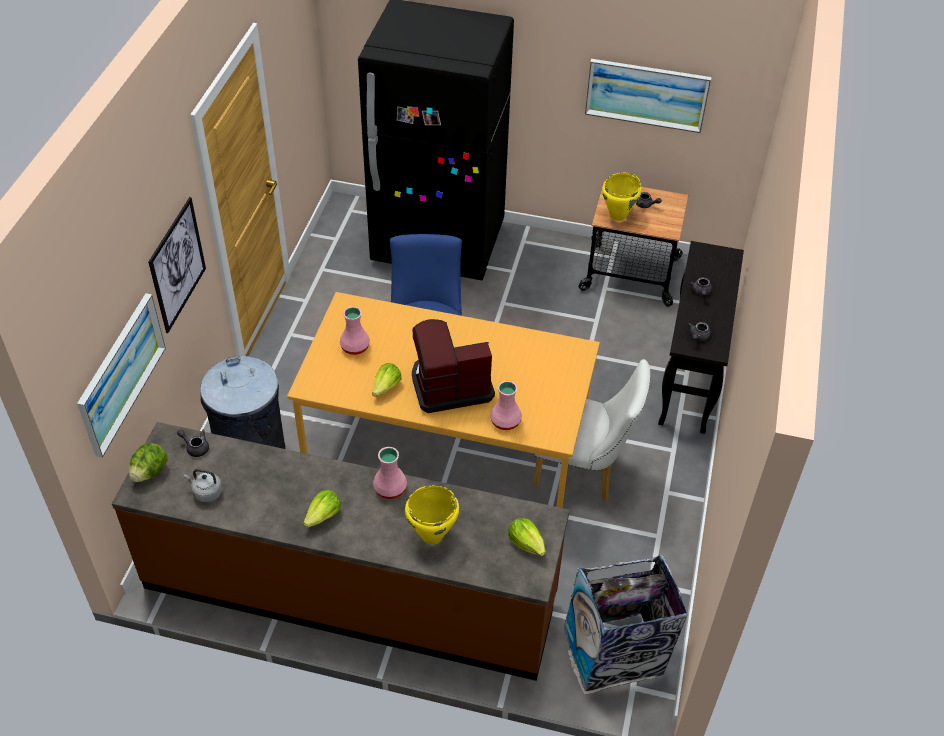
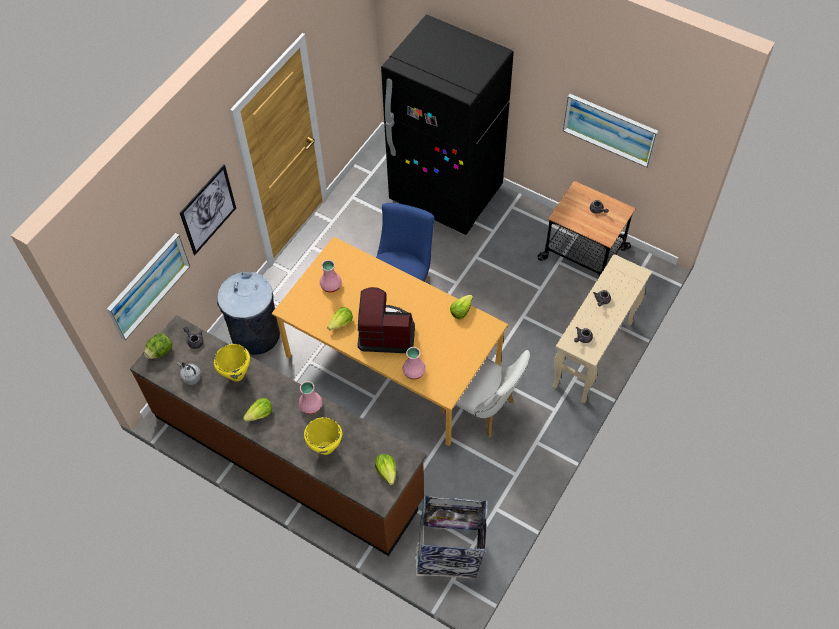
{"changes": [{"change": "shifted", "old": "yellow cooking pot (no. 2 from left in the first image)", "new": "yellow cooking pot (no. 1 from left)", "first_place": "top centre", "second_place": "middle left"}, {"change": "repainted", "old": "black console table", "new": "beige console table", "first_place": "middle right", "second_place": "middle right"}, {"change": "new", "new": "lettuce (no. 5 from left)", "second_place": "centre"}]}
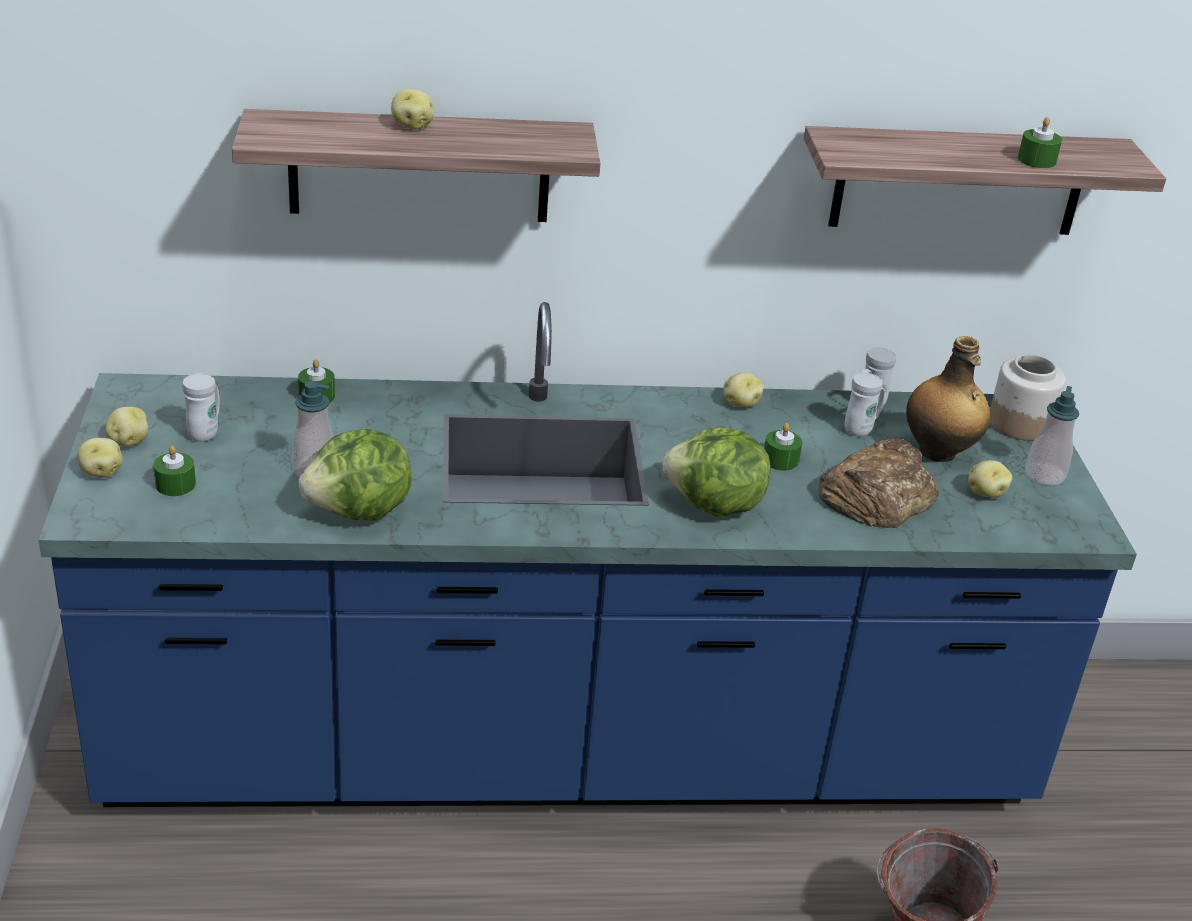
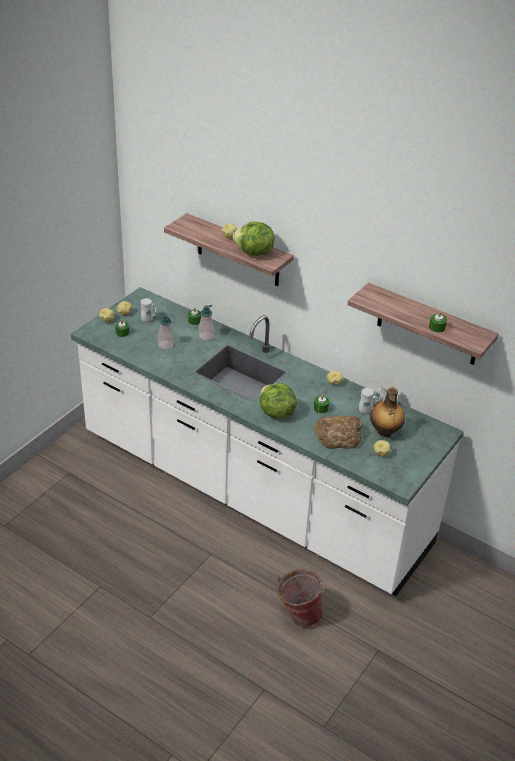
{"changes": [{"change": "repainted", "old": "blue counter", "new": "white counter", "first_place": "centre", "second_place": "centre"}, {"change": "gone", "old": "jar", "first_place": "middle right"}, {"change": "shifted", "old": "soap dispenser (no. 2 from left)", "first_place": "middle right", "second_place": "centre"}, {"change": "shifted", "old": "lettuce (no. 1 from left)", "first_place": "middle left", "second_place": "top centre"}]}
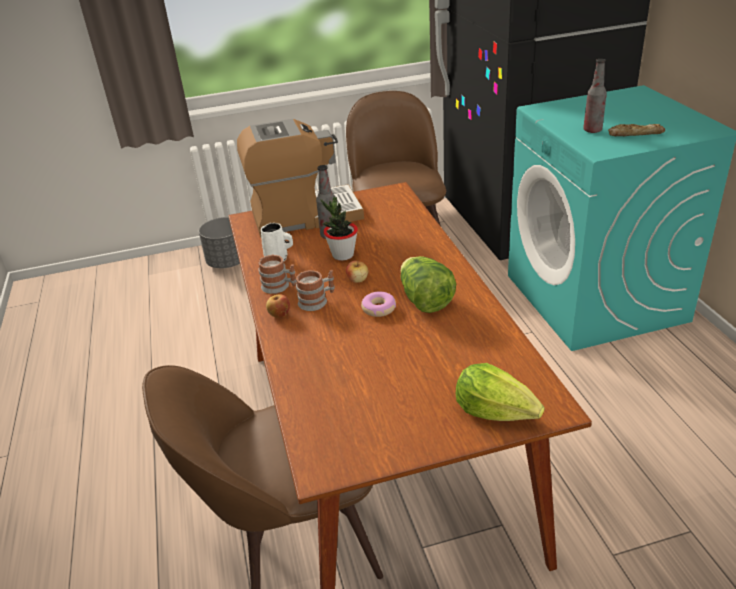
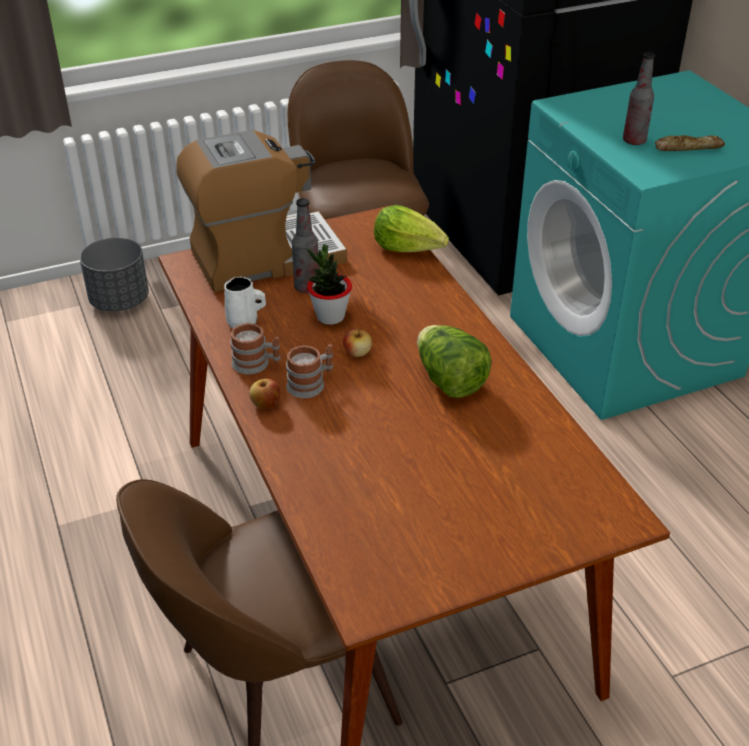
{"changes": [{"change": "gone", "old": "donut", "first_place": "centre"}, {"change": "shifted", "old": "lettuce (no. 2 from left in the first image)", "new": "lettuce (no. 1 from left)", "first_place": "middle right", "second_place": "top centre"}]}
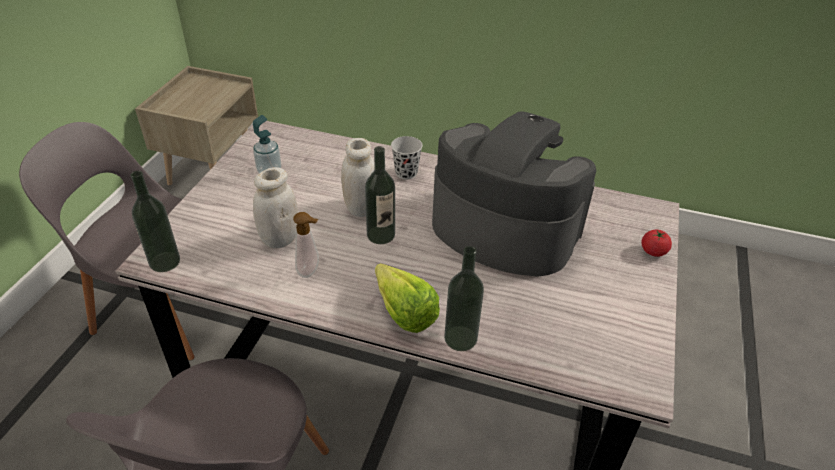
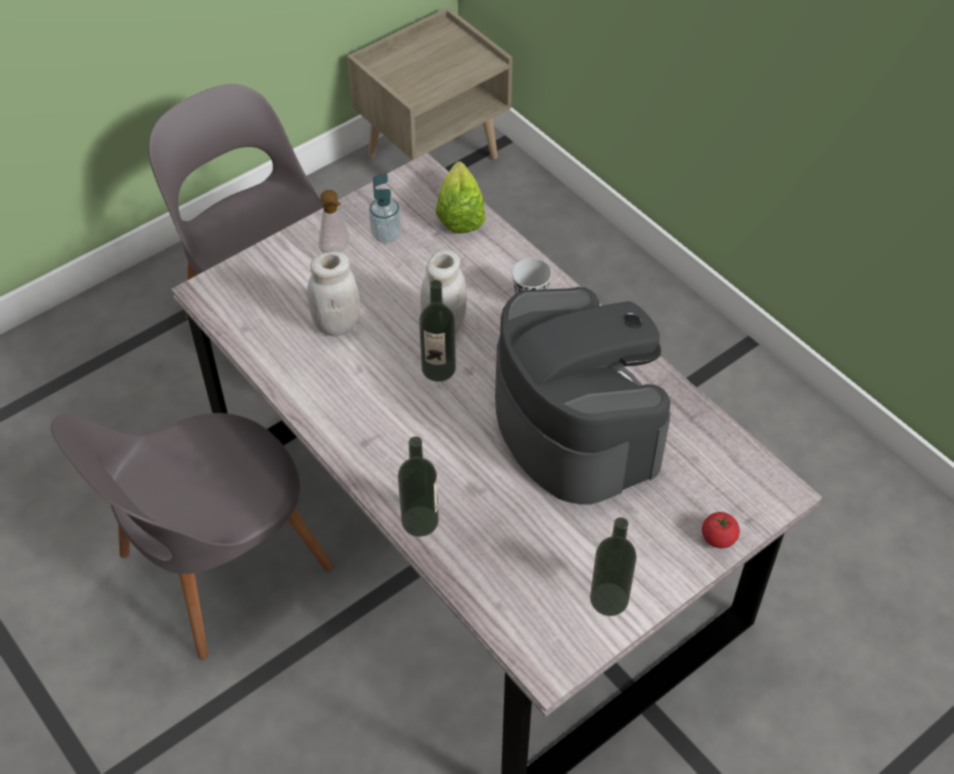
{"changes": [{"change": "shifted", "old": "bottle (no. 1 from left in the first image)", "new": "bottle (no. 3 from left)", "first_place": "middle left", "second_place": "bottom centre"}, {"change": "shifted", "old": "soap dispenser (no. 2 from left in the first image)", "new": "soap dispenser (no. 1 from left)", "first_place": "centre", "second_place": "top centre"}, {"change": "shifted", "old": "lettuce", "first_place": "centre", "second_place": "top centre"}]}
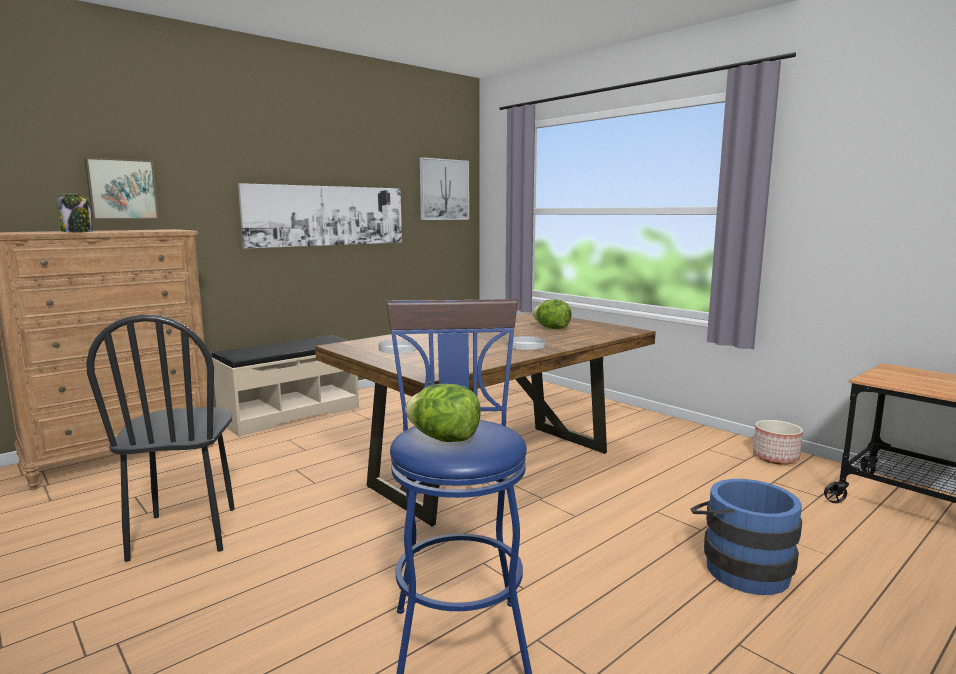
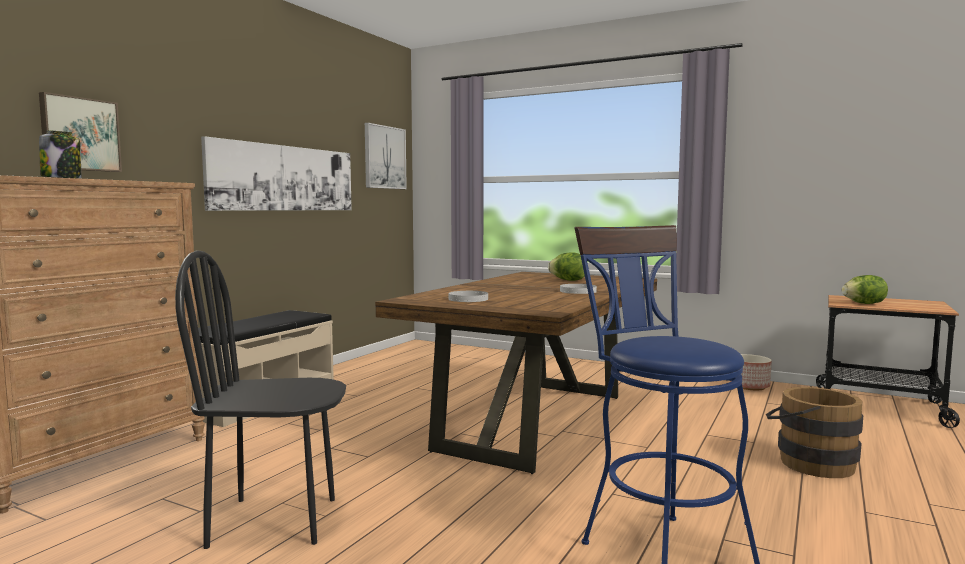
{"changes": [{"change": "rotated", "old": "black chair", "first_place": "middle left", "second_place": "bottom left", "degrees": 120}, {"change": "shifted", "old": "lettuce (no. 1 from left in the first image)", "new": "lettuce (no. 2 from left)", "first_place": "centre", "second_place": "middle right"}, {"change": "repainted", "old": "blue bucket", "new": "brown bucket", "first_place": "bottom right", "second_place": "bottom right"}]}
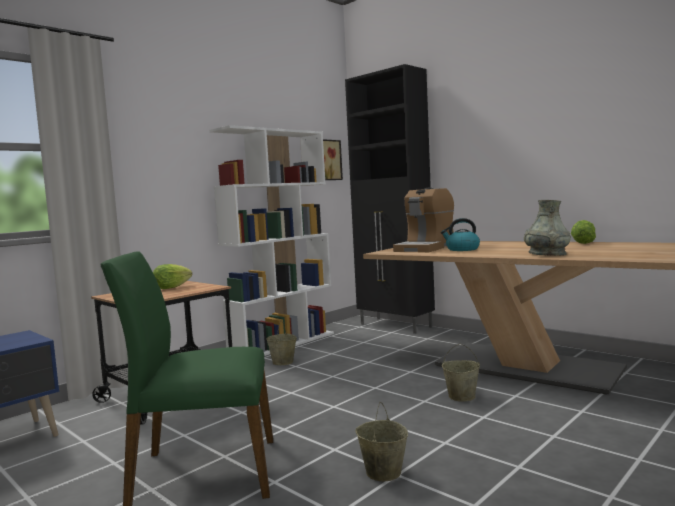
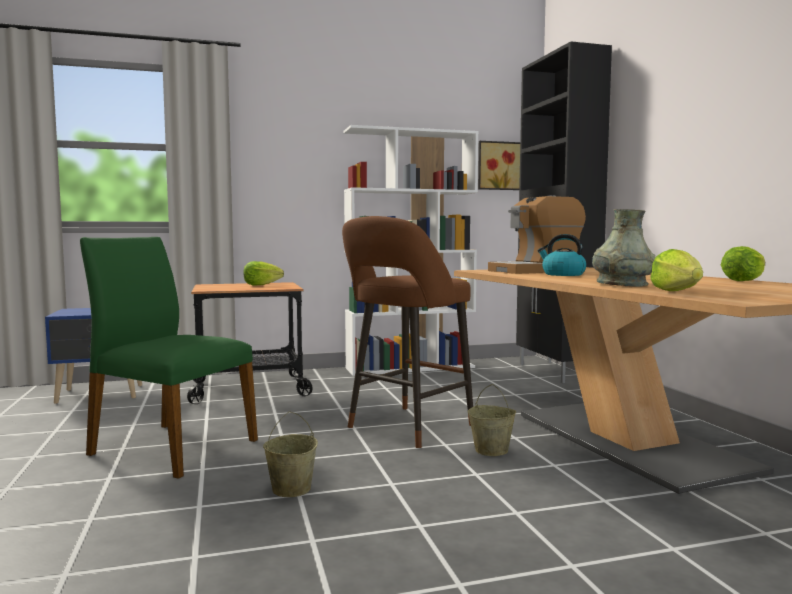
{"changes": [{"change": "gone", "old": "beige bucket (no. 1 from left)", "first_place": "bottom centre"}, {"change": "new", "new": "brown stool", "second_place": "centre"}, {"change": "new", "new": "lettuce (no. 2 from left)", "second_place": "middle right"}]}
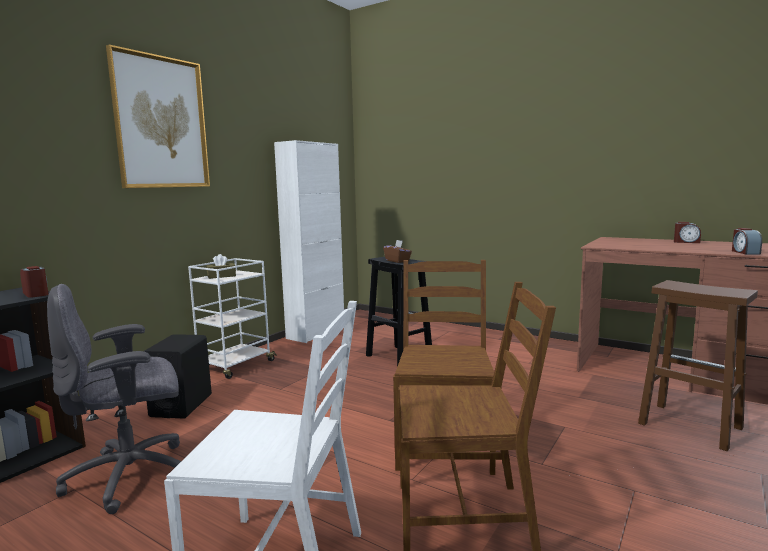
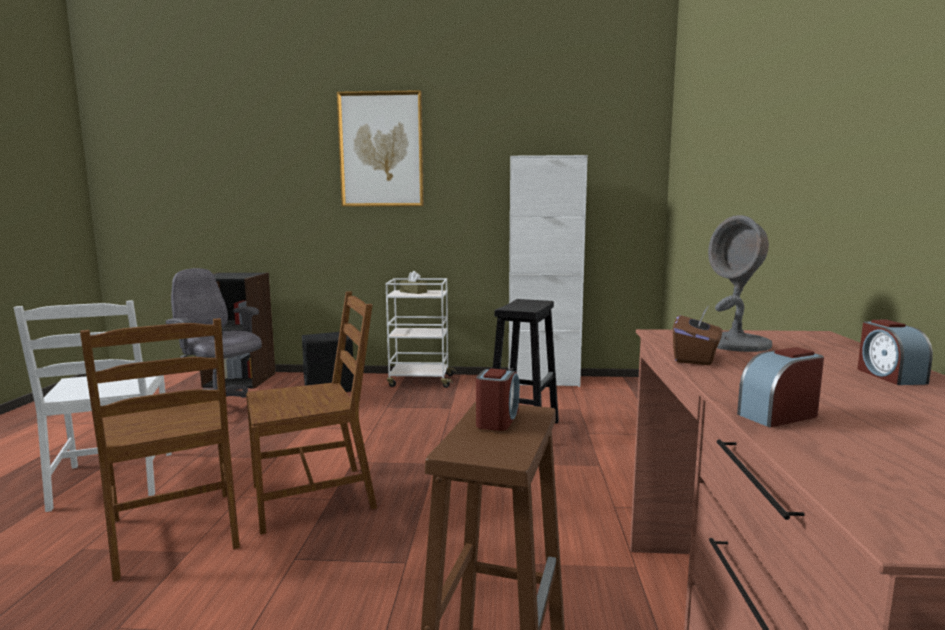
{"changes": [{"change": "shifted", "old": "brown tissue box (no. 2 from left)", "first_place": "centre", "second_place": "middle right"}, {"change": "shifted", "old": "alarm clock (no. 1 from left)", "first_place": "middle left", "second_place": "centre"}, {"change": "new", "new": "grey table lamp", "second_place": "middle right"}]}
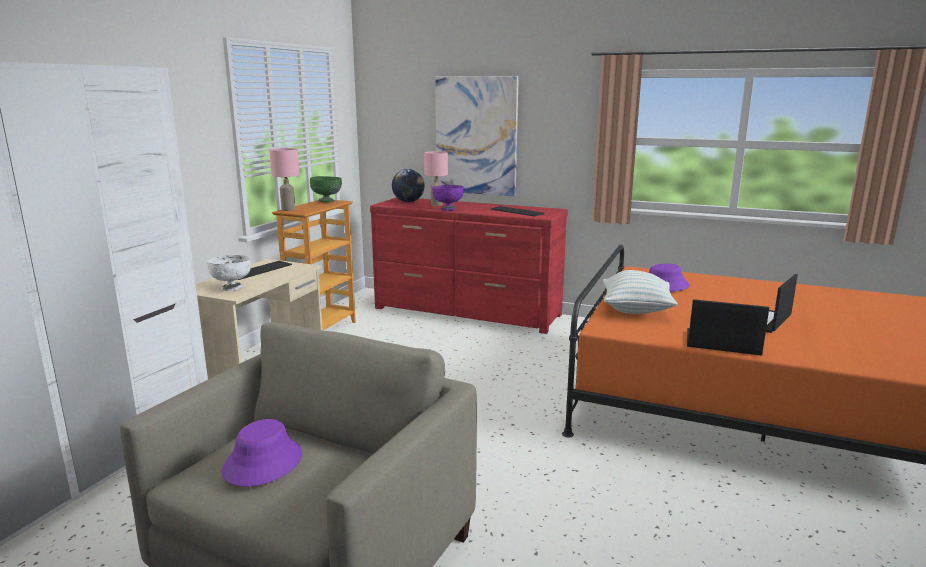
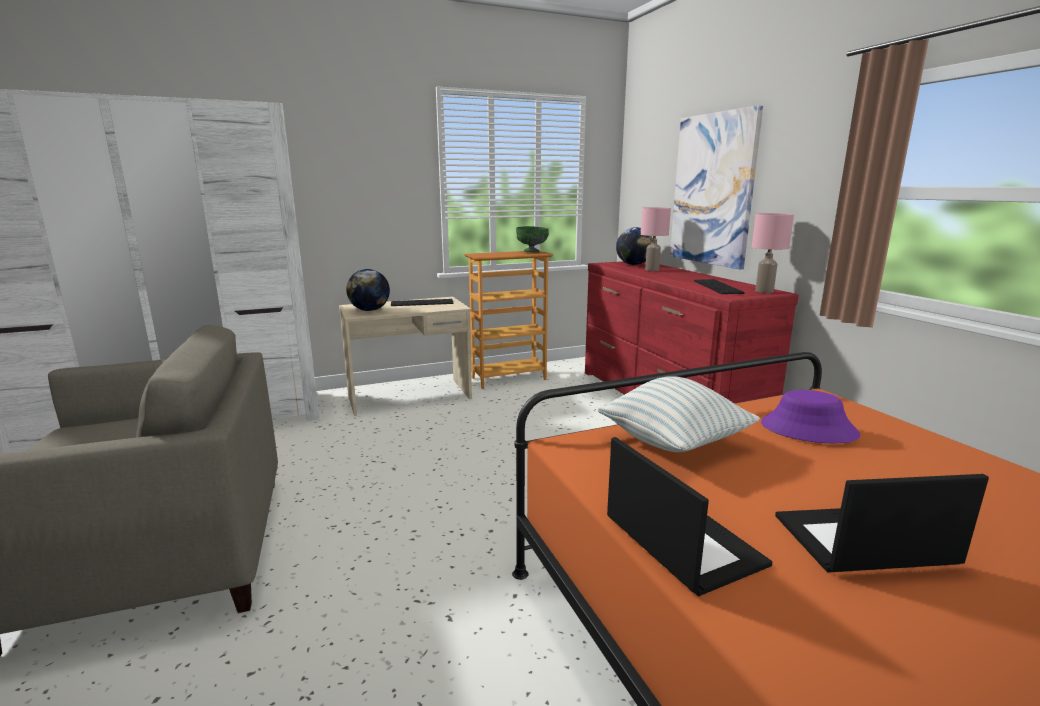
{"changes": [{"change": "shifted", "old": "pink table lamp (no. 1 from left in the first image)", "new": "pink table lamp (no. 2 from left)", "first_place": "top left", "second_place": "middle right"}, {"change": "gone", "old": "purple bowl", "first_place": "centre"}, {"change": "swapped", "old": "white bowl", "new": "globe (no. 1 from left)", "first_place": "middle left", "second_place": "centre"}, {"change": "gone", "old": "purple hat (no. 1 from left)", "first_place": "bottom left"}]}
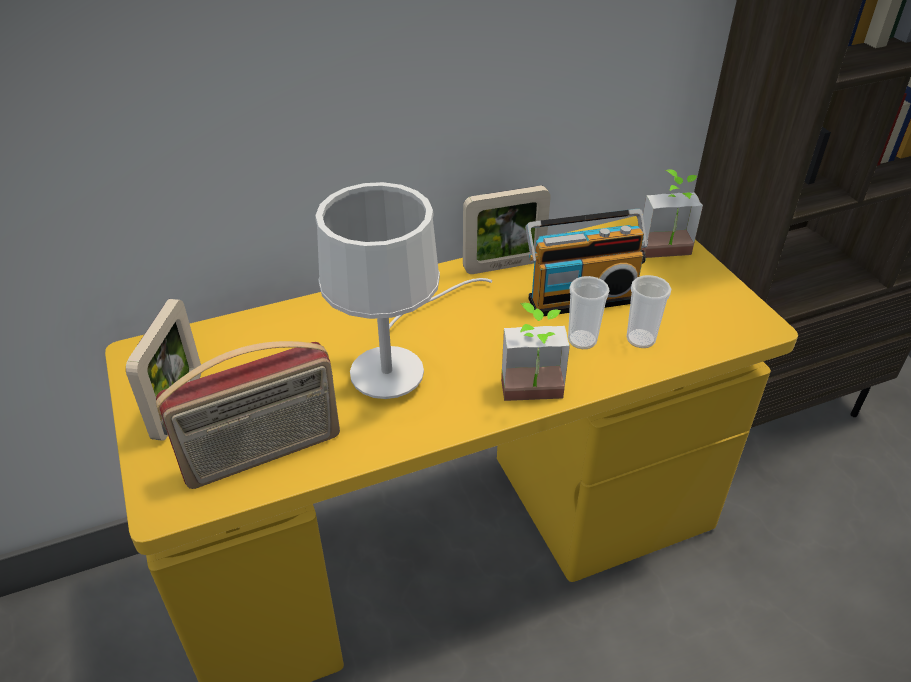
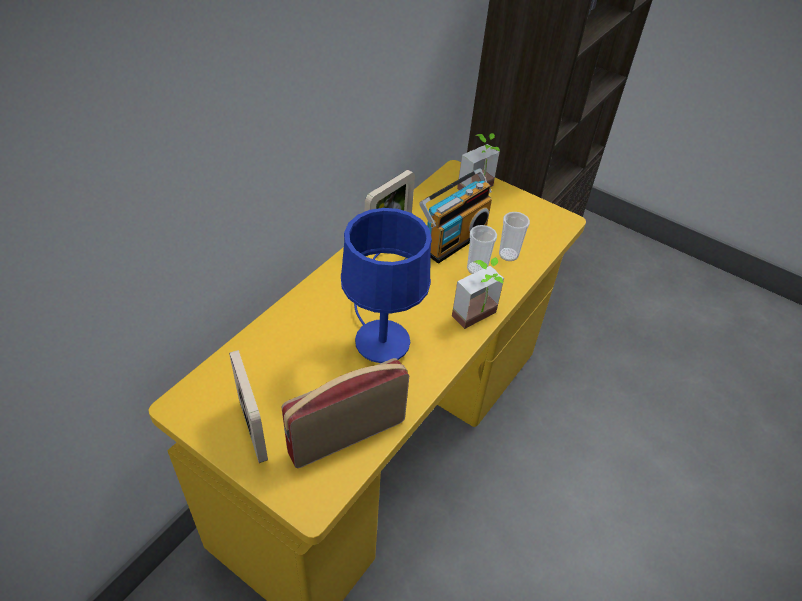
{"changes": [{"change": "repainted", "old": "white table lamp", "new": "blue table lamp", "first_place": "centre", "second_place": "centre"}, {"change": "rotated", "old": "radio (no. 1 from left)", "first_place": "middle left", "second_place": "bottom centre", "degrees": -150}]}
